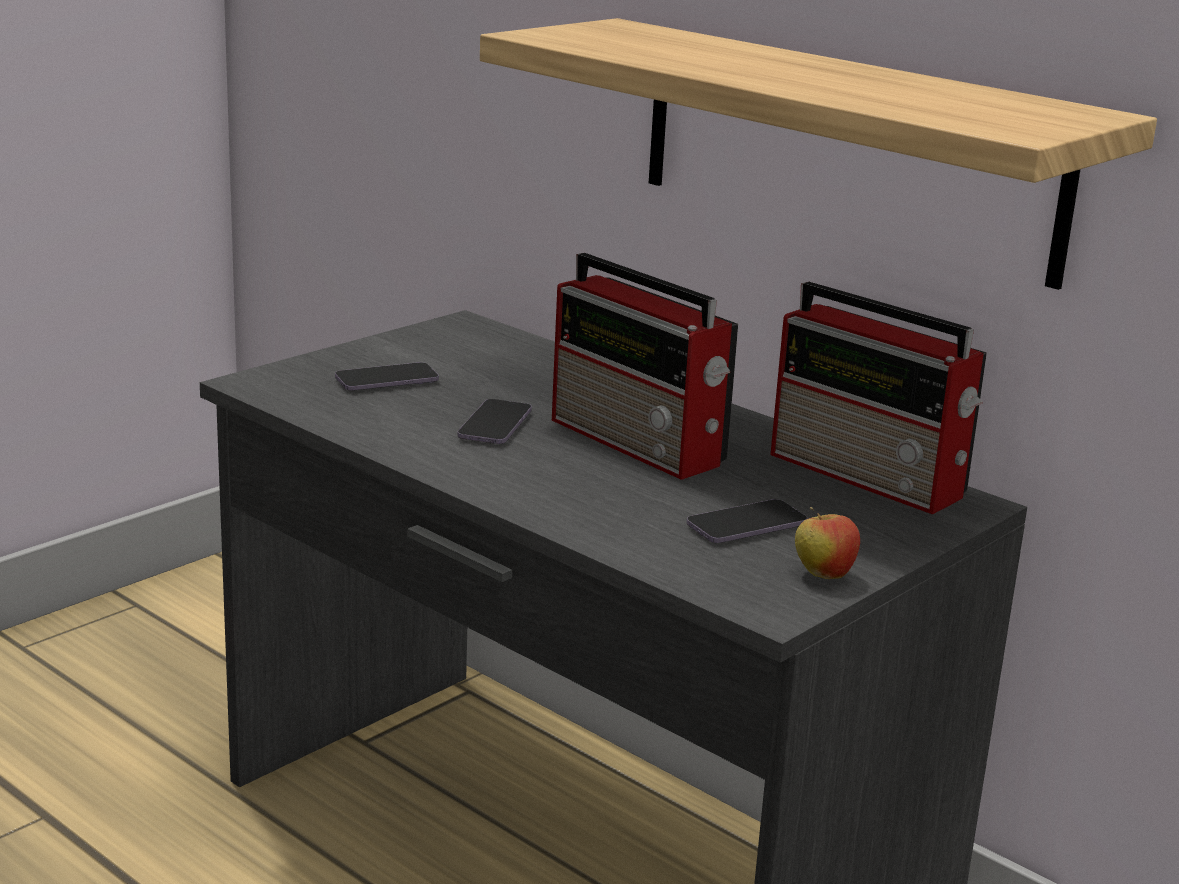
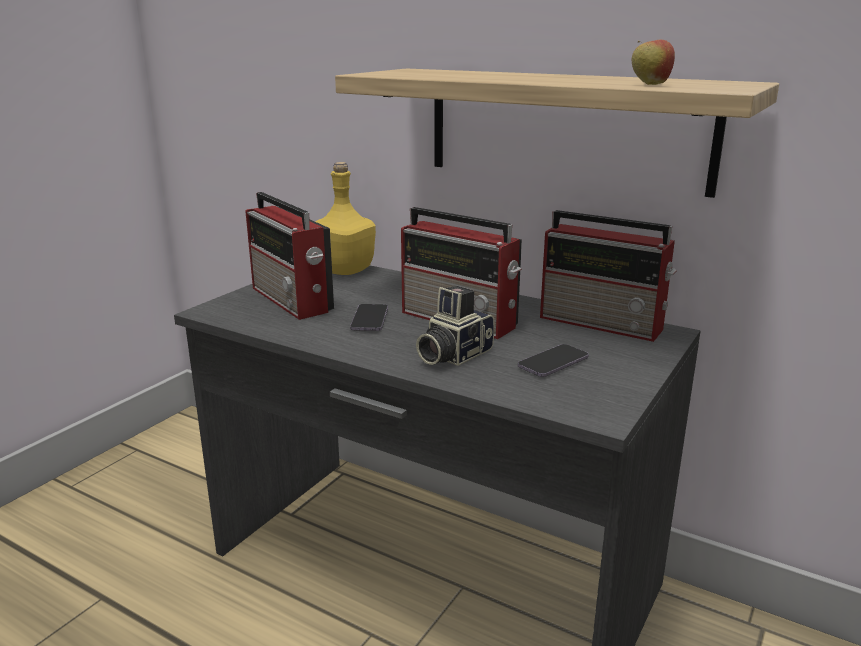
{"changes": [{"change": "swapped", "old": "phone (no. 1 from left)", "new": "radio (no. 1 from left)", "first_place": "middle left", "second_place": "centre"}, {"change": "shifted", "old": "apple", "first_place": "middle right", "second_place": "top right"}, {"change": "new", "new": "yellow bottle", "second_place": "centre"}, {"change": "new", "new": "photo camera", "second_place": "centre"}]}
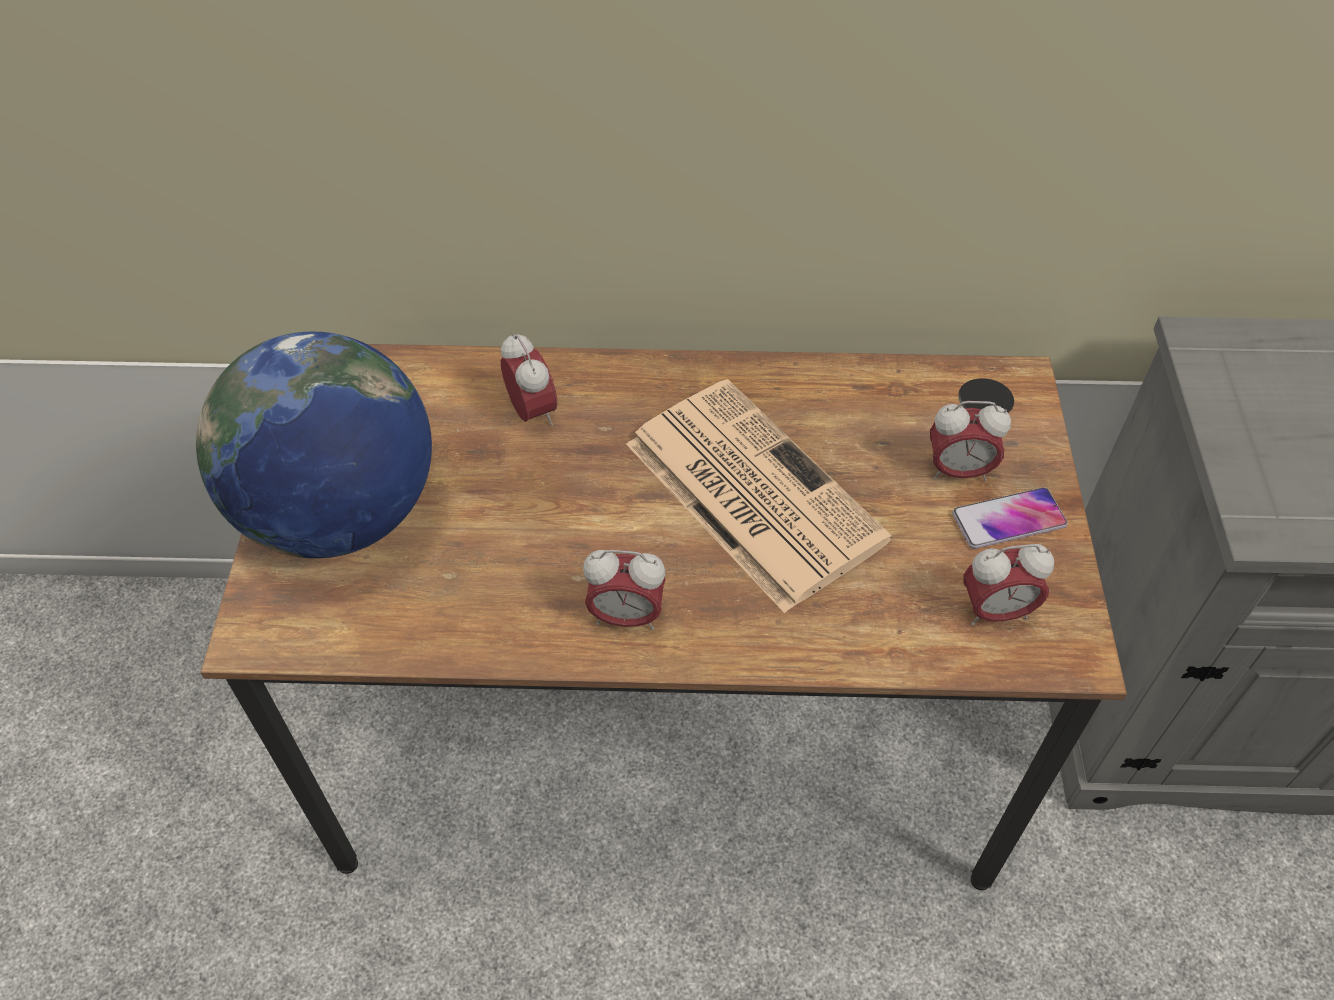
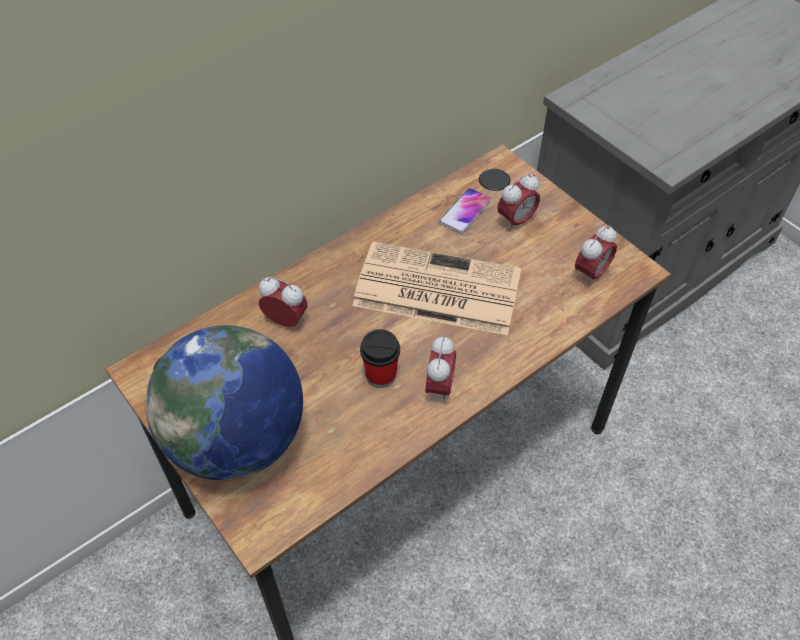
{"changes": [{"change": "shifted", "old": "phone", "first_place": "middle right", "second_place": "top centre"}, {"change": "rotated", "old": "alarm clock (no. 2 from left)", "first_place": "centre", "second_place": "centre", "degrees": -45}, {"change": "new", "new": "cup", "second_place": "centre"}]}
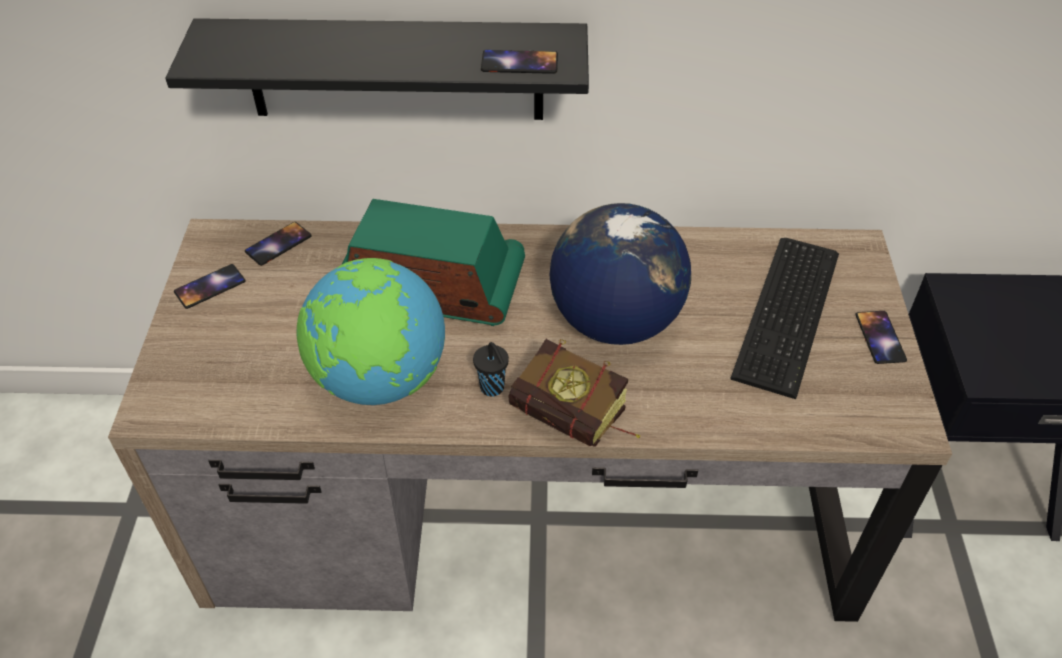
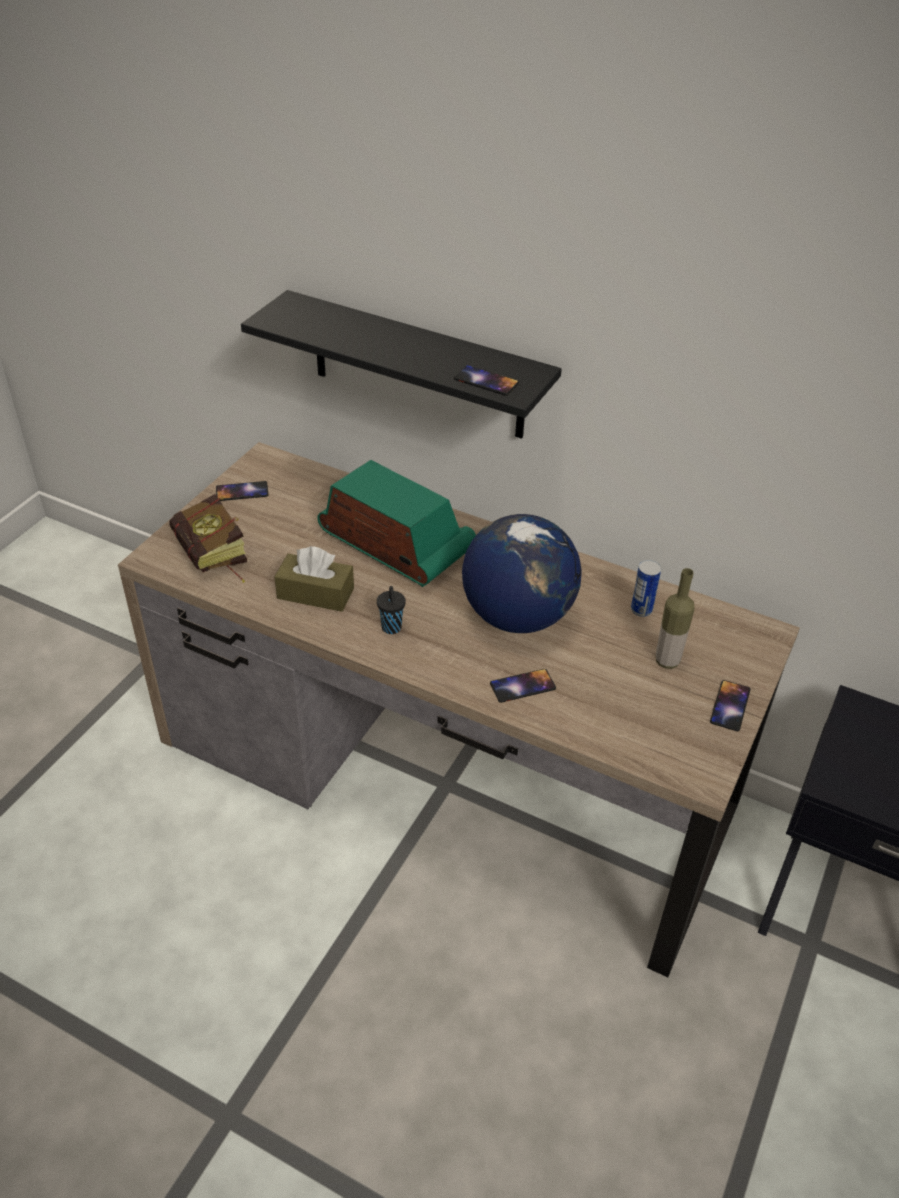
{"changes": [{"change": "shifted", "old": "phone (no. 2 from left in the first image)", "new": "phone (no. 3 from left)", "first_place": "middle left", "second_place": "centre"}, {"change": "swapped", "old": "keyboard", "new": "bottle", "first_place": "middle right", "second_place": "middle right"}, {"change": "swapped", "old": "globe (no. 1 from left)", "new": "brown tissue box", "first_place": "centre", "second_place": "centre"}, {"change": "shifted", "old": "book", "first_place": "centre", "second_place": "middle left"}, {"change": "new", "new": "can", "second_place": "middle right"}]}
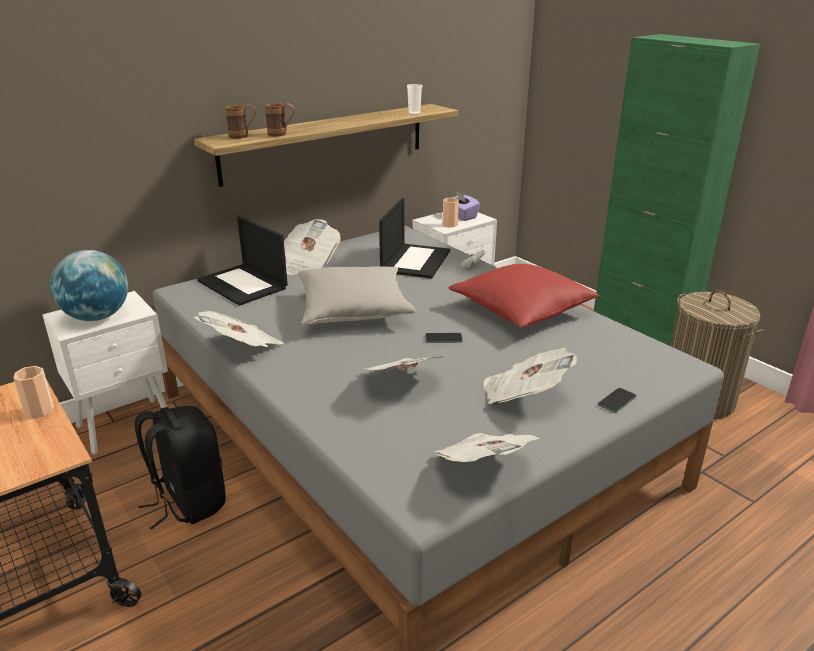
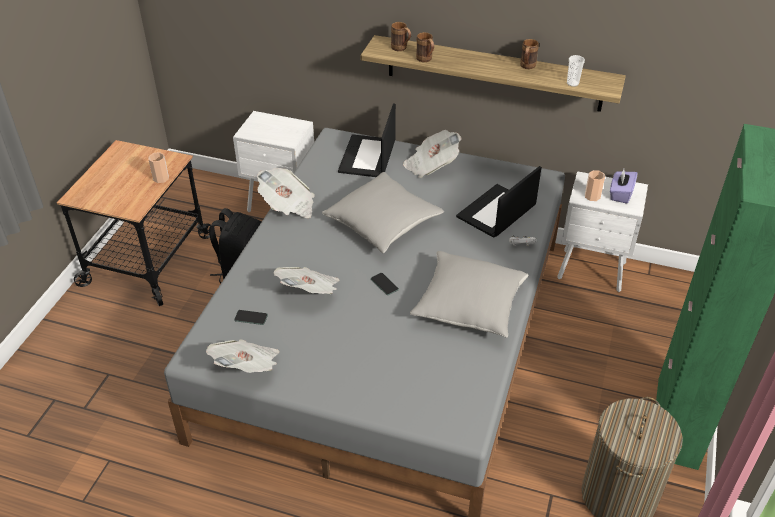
{"changes": [{"change": "rotated", "old": "laptop (no. 2 from left)", "first_place": "centre", "second_place": "centre", "degrees": 150}, {"change": "gone", "old": "globe", "first_place": "middle left"}, {"change": "repainted", "old": "red pillow", "new": "grey pillow (no. 2 from left)", "first_place": "centre", "second_place": "centre"}, {"change": "gone", "old": "newspaper (no. 5 from left)", "first_place": "centre"}, {"change": "shifted", "old": "phone (no. 2 from left in the first image)", "new": "phone (no. 1 from left)", "first_place": "middle right", "second_place": "middle left"}, {"change": "new", "new": "brown mug (no. 3 from left)", "second_place": "top right"}]}
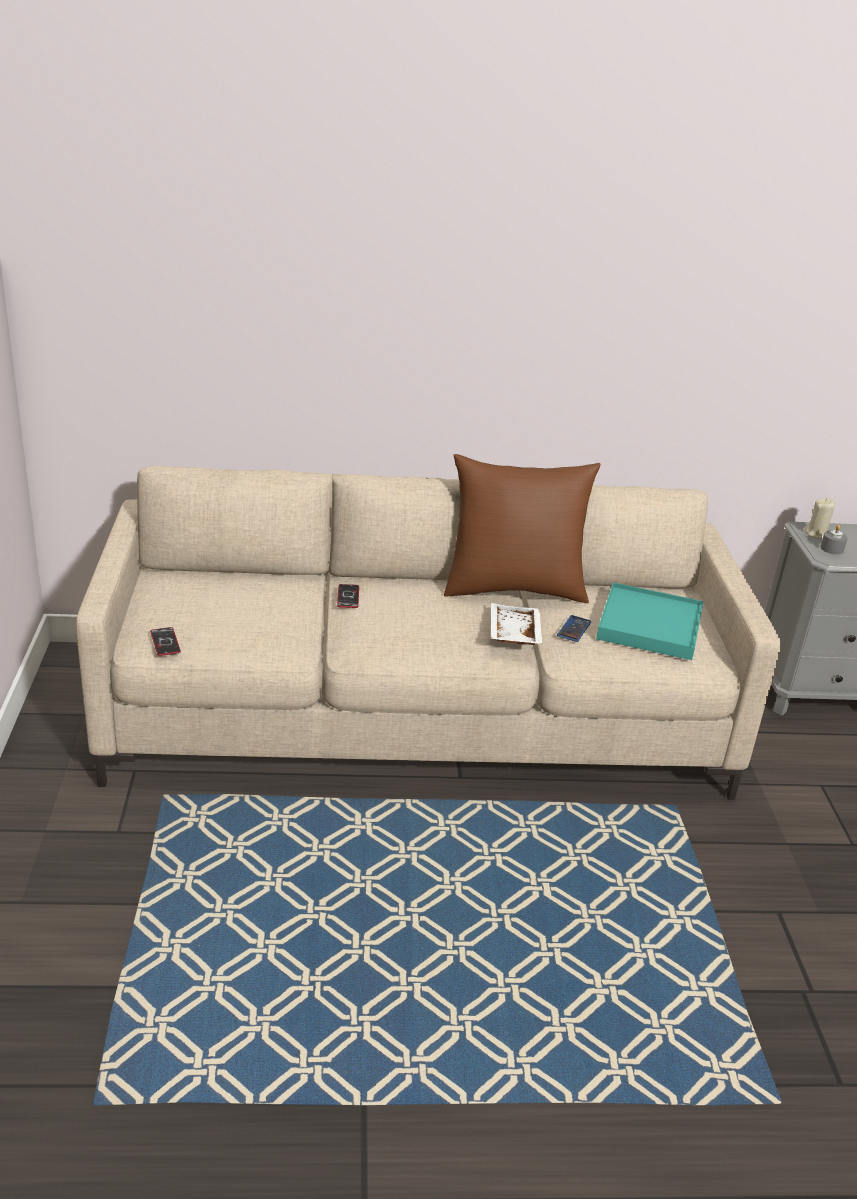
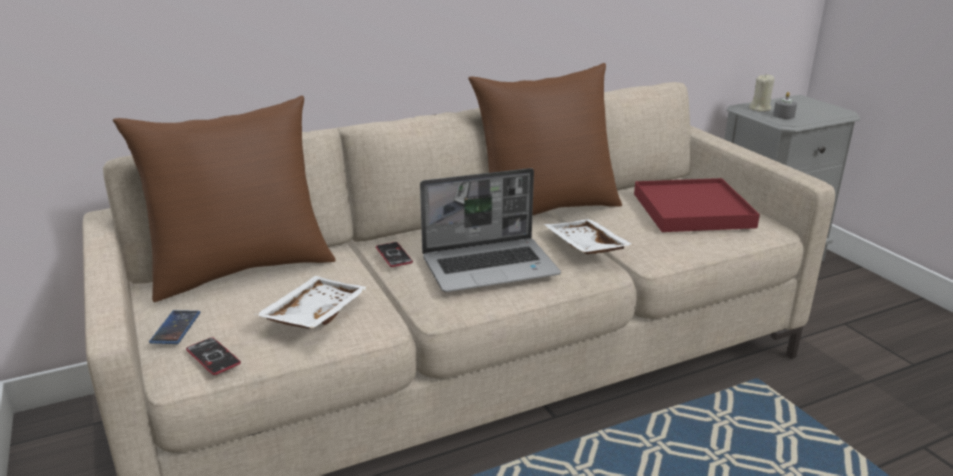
{"changes": [{"change": "repainted", "old": "turquoise tray", "new": "red tray", "first_place": "middle right", "second_place": "middle right"}, {"change": "shifted", "old": "phone (no. 3 from left in the first image)", "new": "phone (no. 1 from left)", "first_place": "middle right", "second_place": "bottom left"}, {"change": "new", "new": "brown pillow (no. 1 from left)", "second_place": "middle left"}, {"change": "new", "new": "laptop", "second_place": "centre"}, {"change": "new", "new": "white tray (no. 1 from left)", "second_place": "middle left"}]}
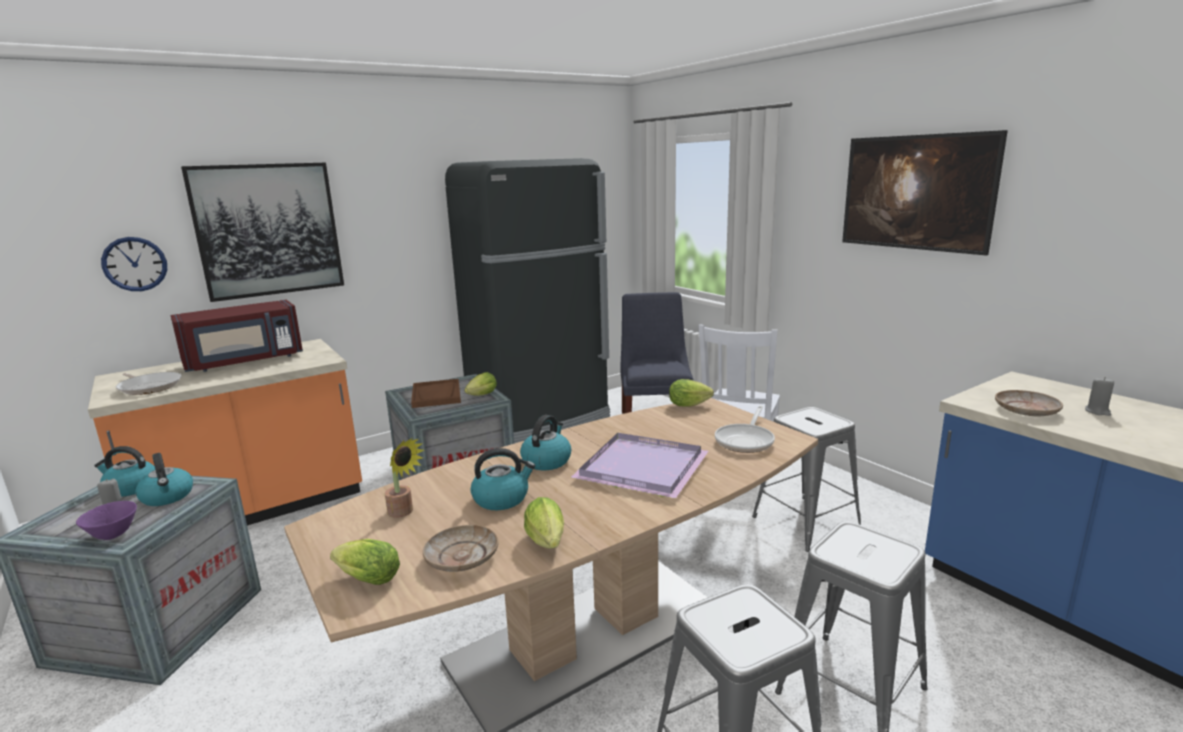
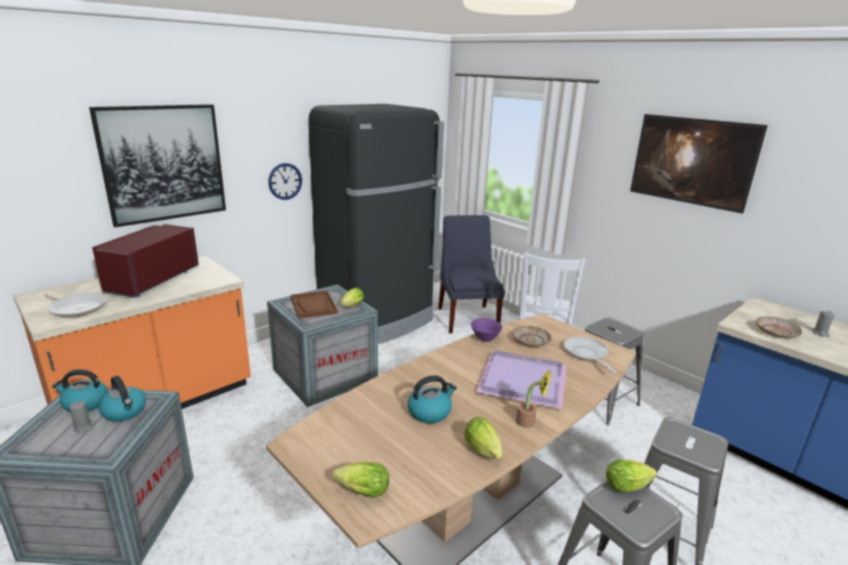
{"changes": [{"change": "shifted", "old": "wall clock", "first_place": "middle left", "second_place": "top centre"}, {"change": "rotated", "old": "red microwave", "first_place": "middle left", "second_place": "middle left", "degrees": 150}, {"change": "shifted", "old": "lettuce (no. 4 from left)", "first_place": "centre", "second_place": "bottom right"}, {"change": "rotated", "old": "frying pan (no. 2 from left)", "first_place": "centre", "second_place": "middle right", "degrees": 150}, {"change": "gone", "old": "kettle (no. 4 from left)", "first_place": "centre"}, {"change": "shifted", "old": "potted plant", "first_place": "centre", "second_place": "bottom centre"}, {"change": "shifted", "old": "purple bowl", "first_place": "bottom left", "second_place": "centre"}, {"change": "shifted", "old": "beige plate (no. 1 from left)", "first_place": "bottom centre", "second_place": "centre"}]}
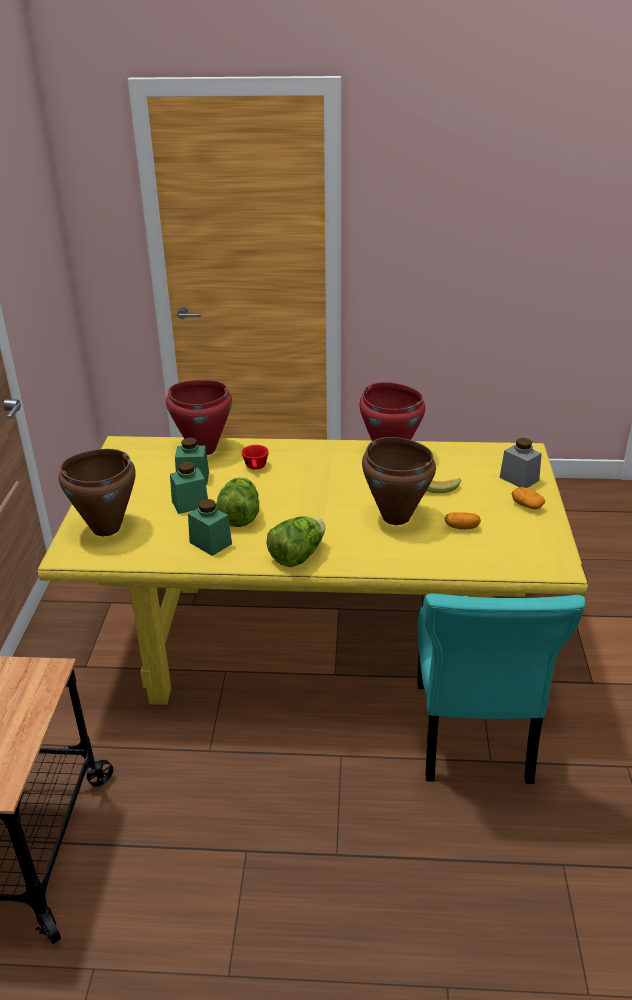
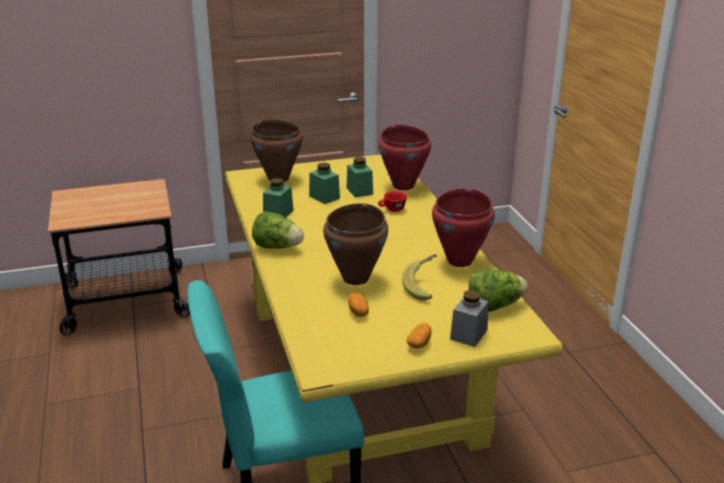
{"changes": [{"change": "shifted", "old": "lettuce (no. 1 from left in the first image)", "new": "lettuce (no. 2 from left)", "first_place": "centre", "second_place": "middle right"}]}
